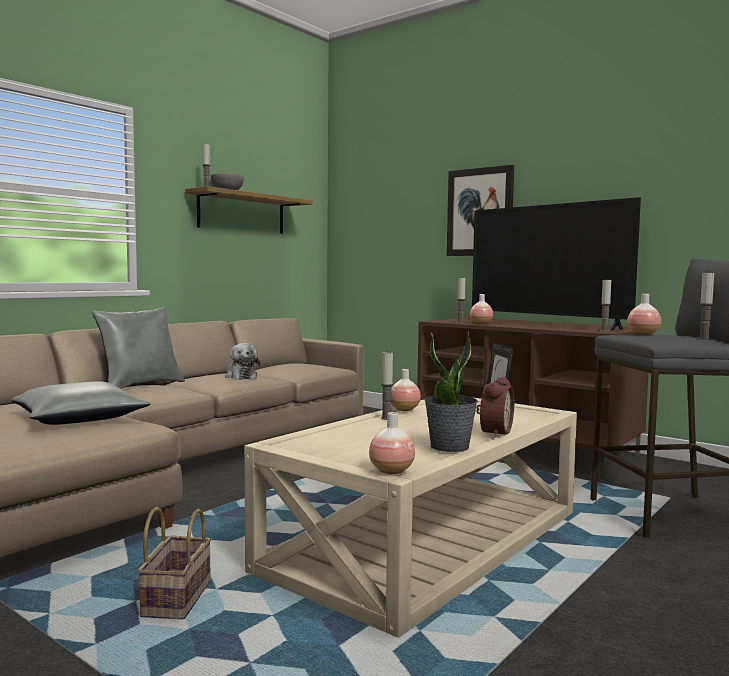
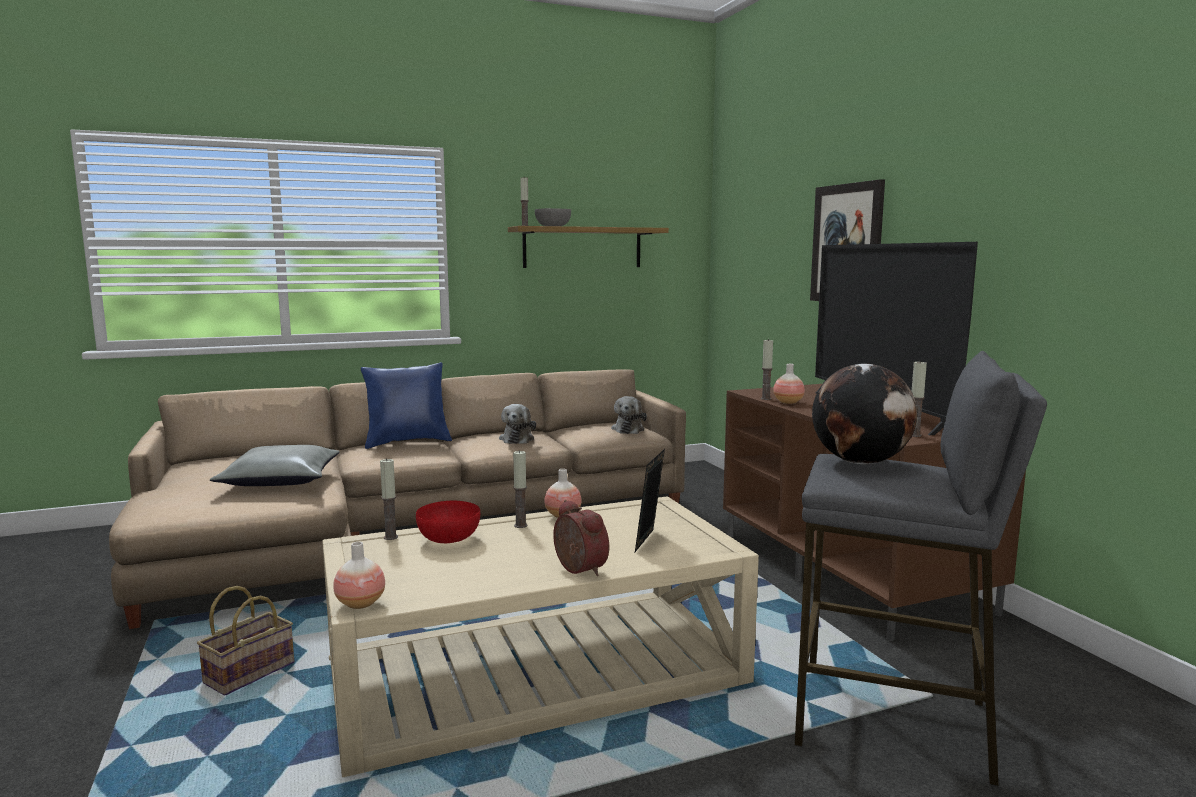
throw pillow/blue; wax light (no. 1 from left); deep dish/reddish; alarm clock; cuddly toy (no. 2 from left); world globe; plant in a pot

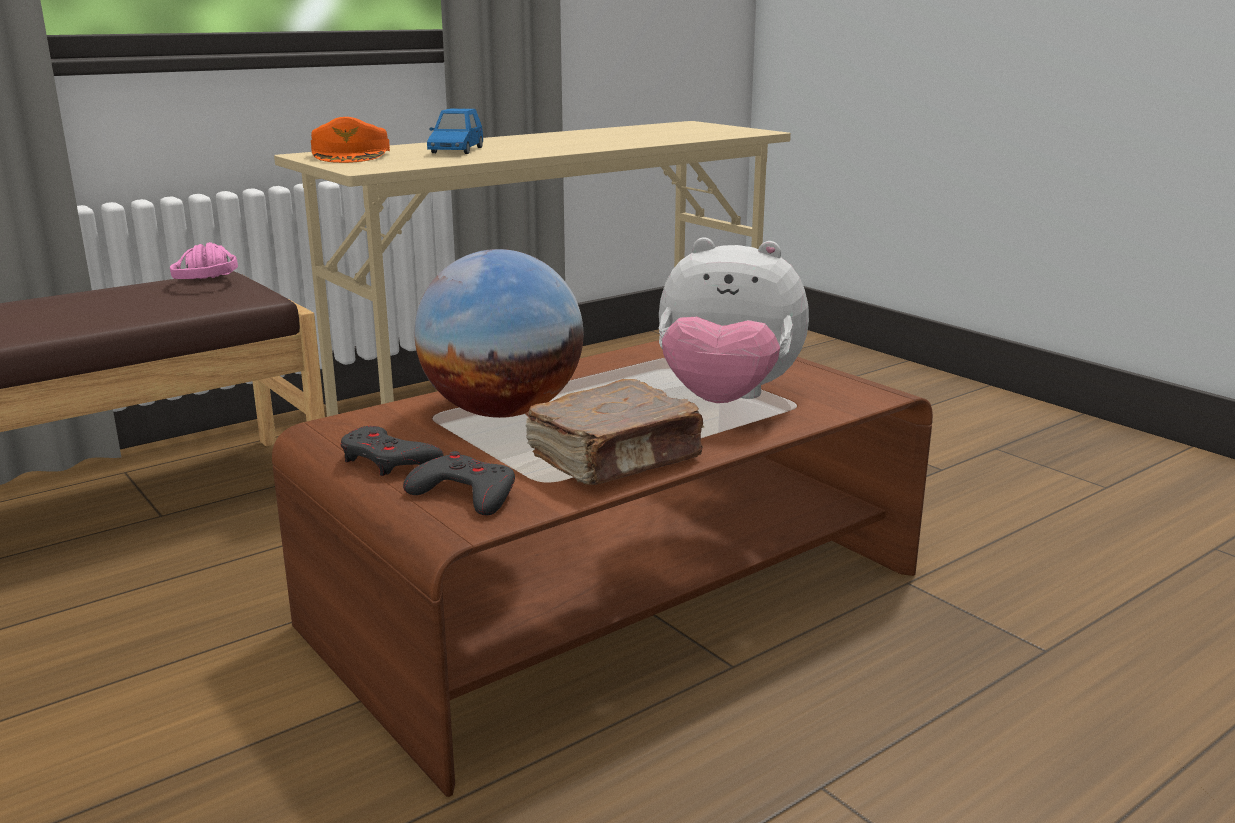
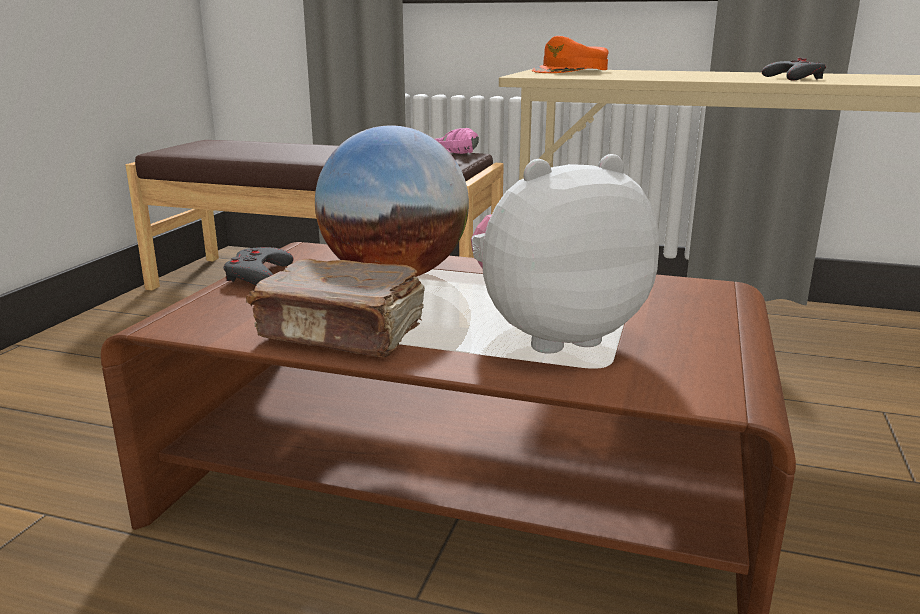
cuddly toy; game controller/gray (no. 2 from left); model car/blue

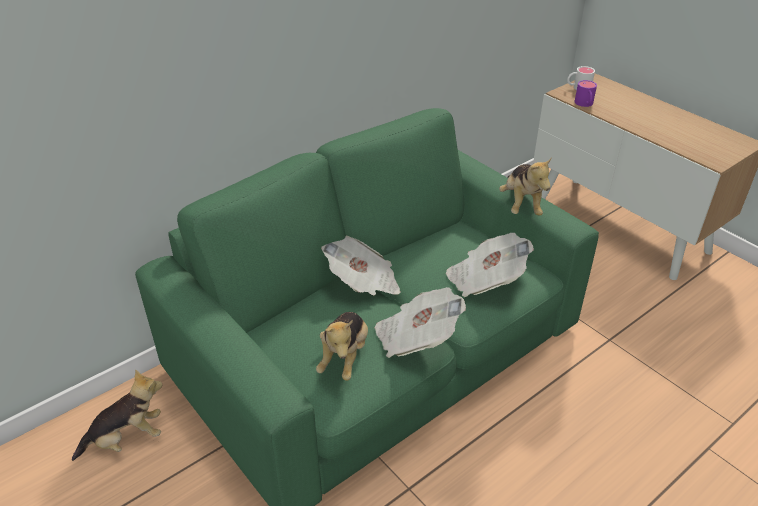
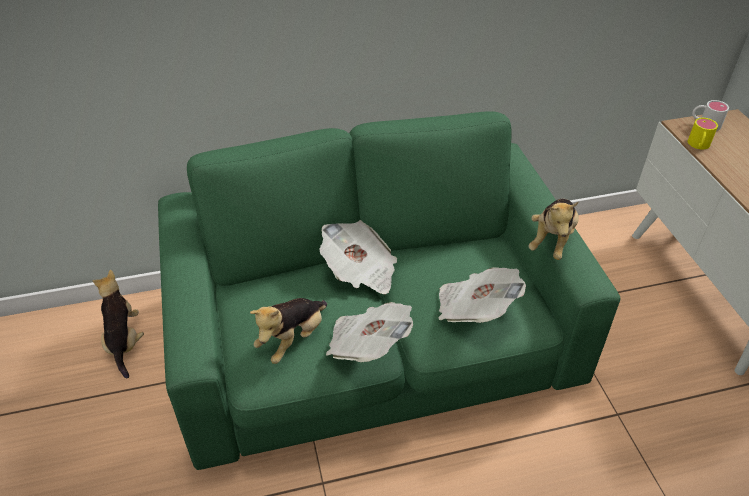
cuddly toy (no. 1 from left); coffee mug/yellow-coloured

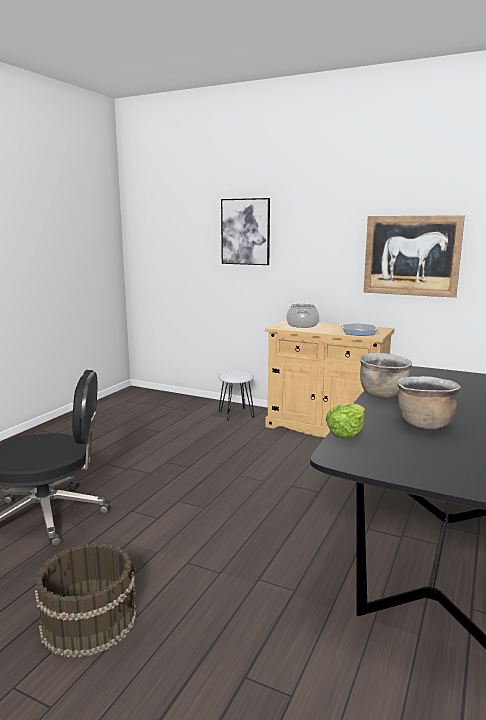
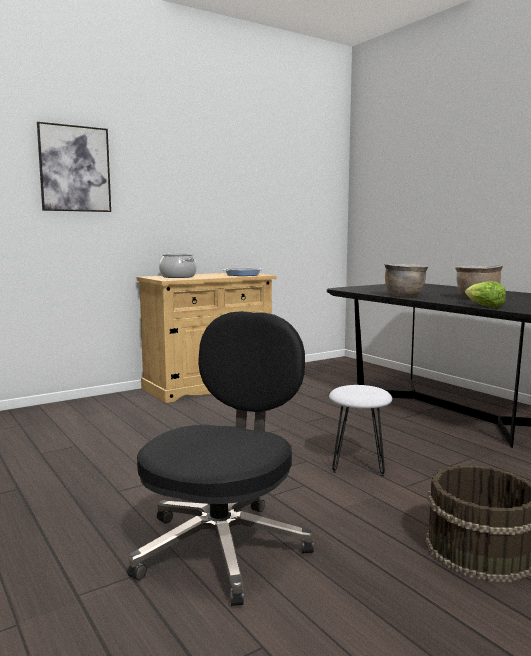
sitting stool/white; wall picture (no. 2 from left in the first image)

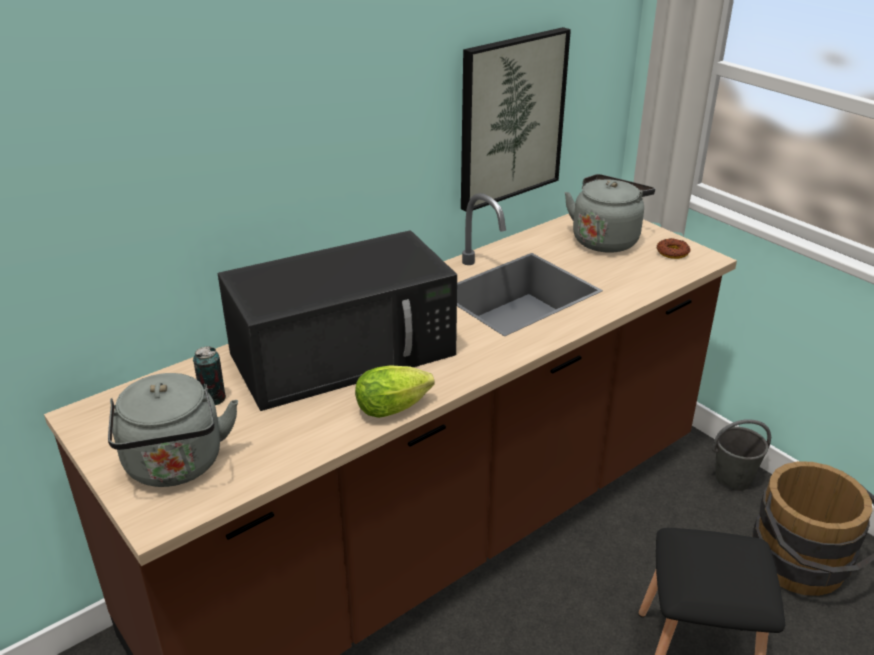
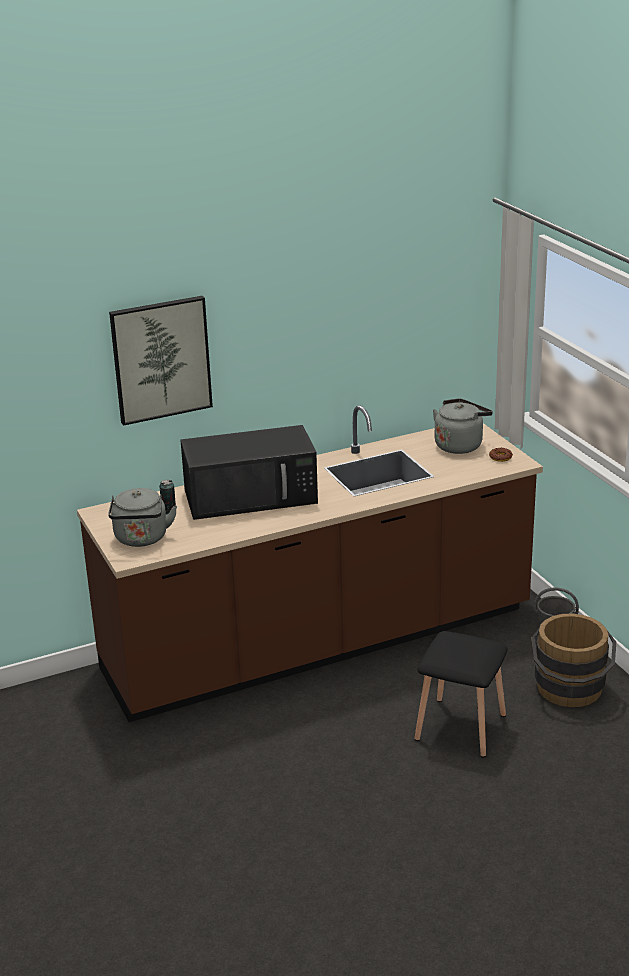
wall picture; lettuce

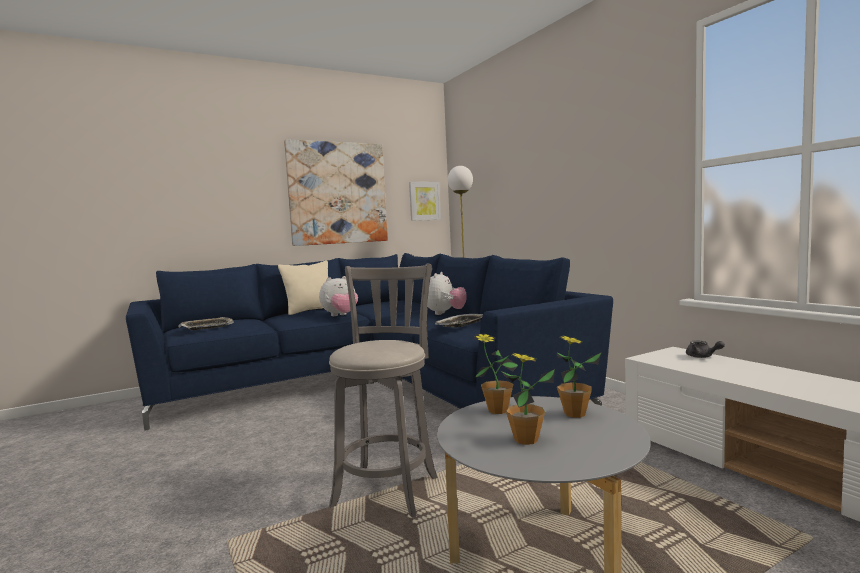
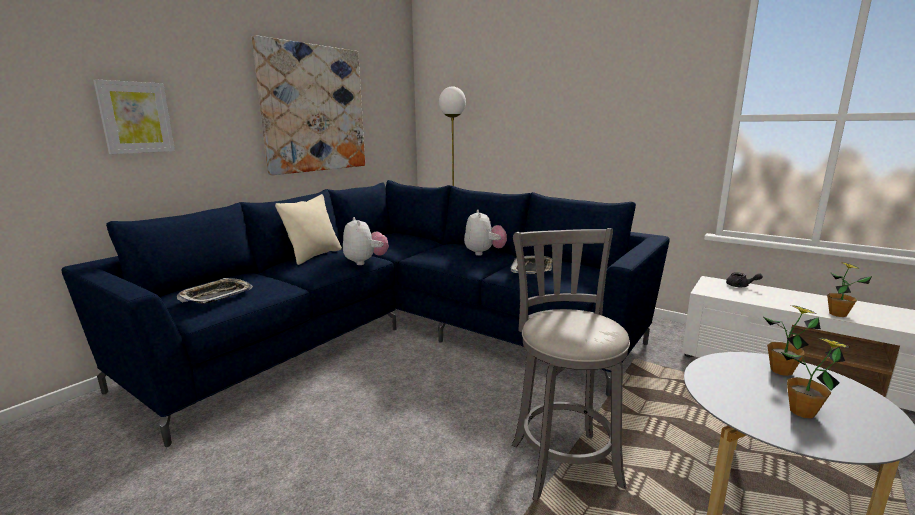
wall picture (no. 1 from left); cuddly toy (no. 1 from left); plant in a pot (no. 3 from left)

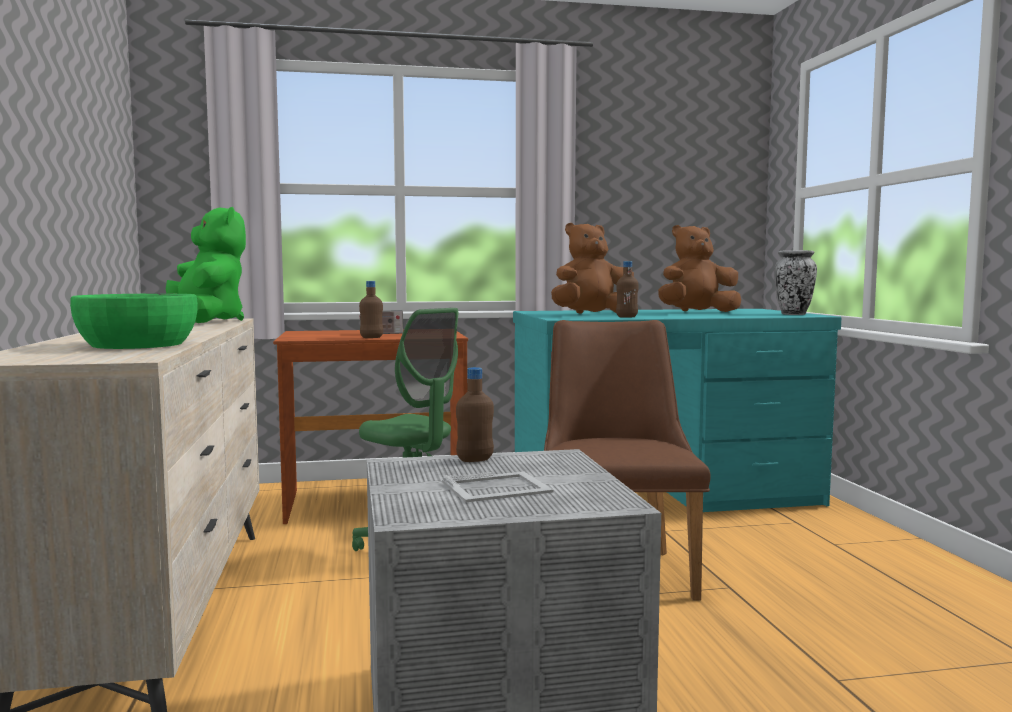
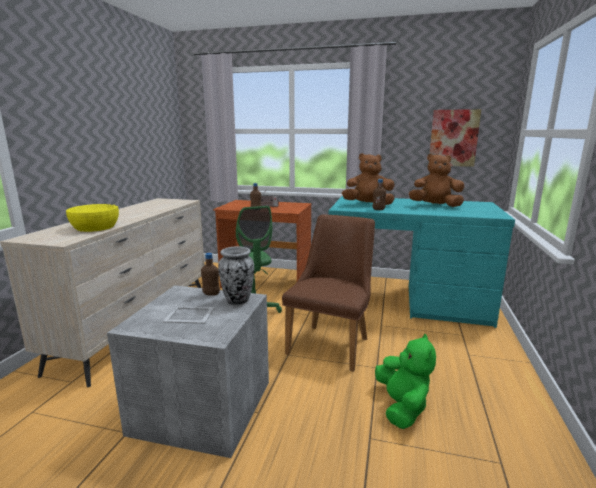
deep dish/yellow-coloured; vase; cuddly toy/green; wall picture

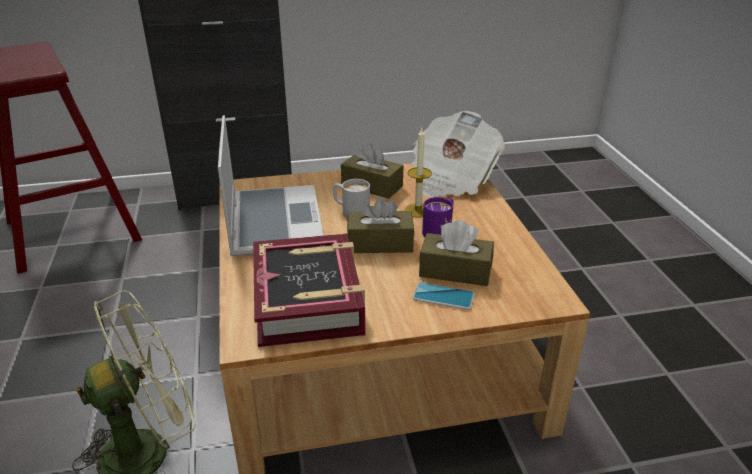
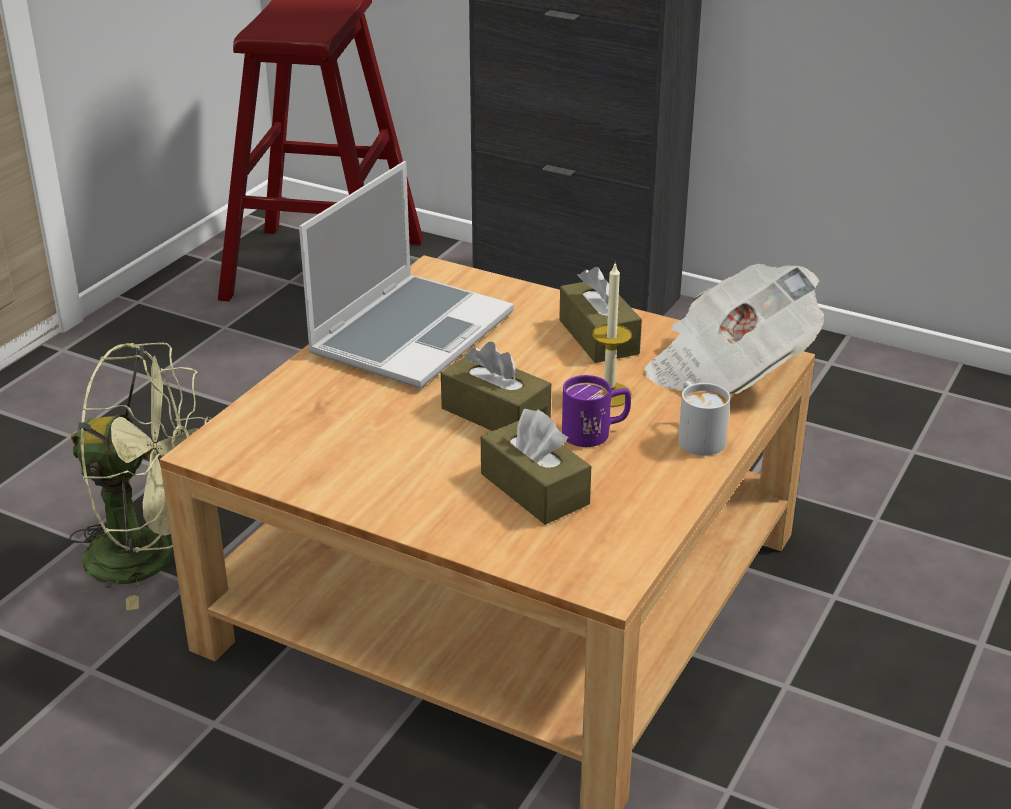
coffee mug/white; bound book; telephone

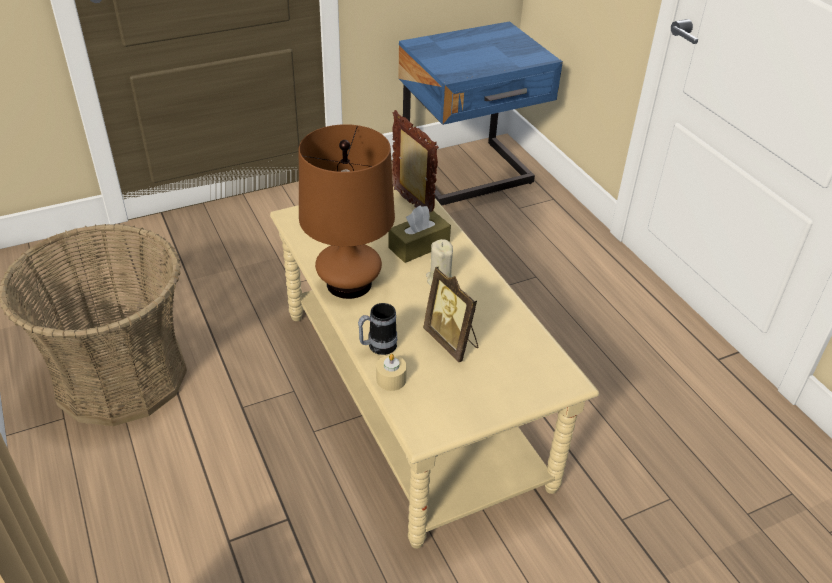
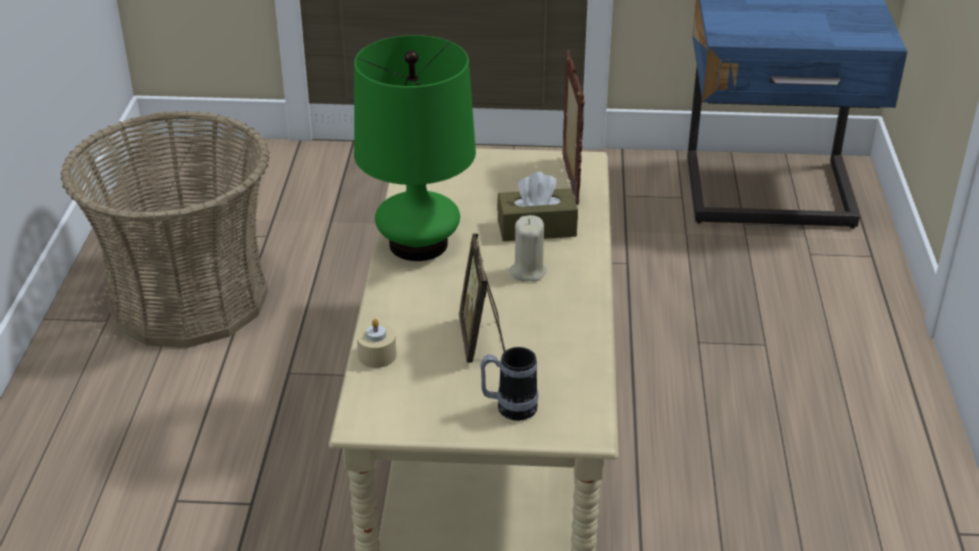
lamp for a table/green; coffee mug

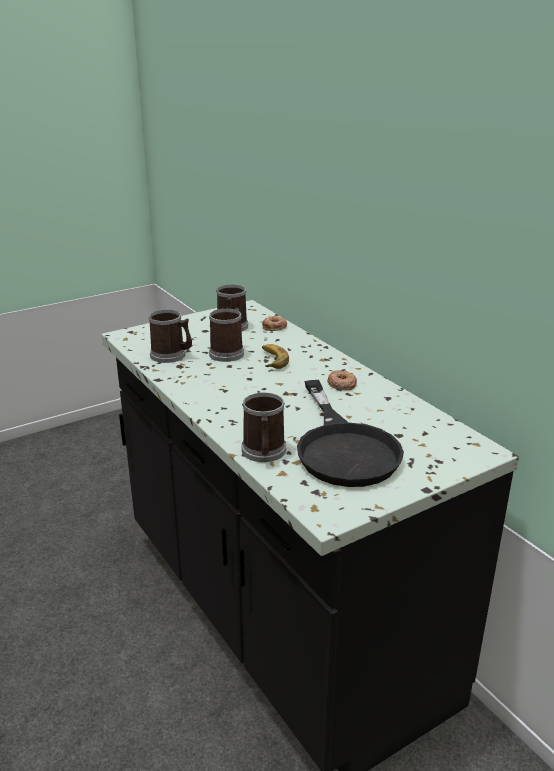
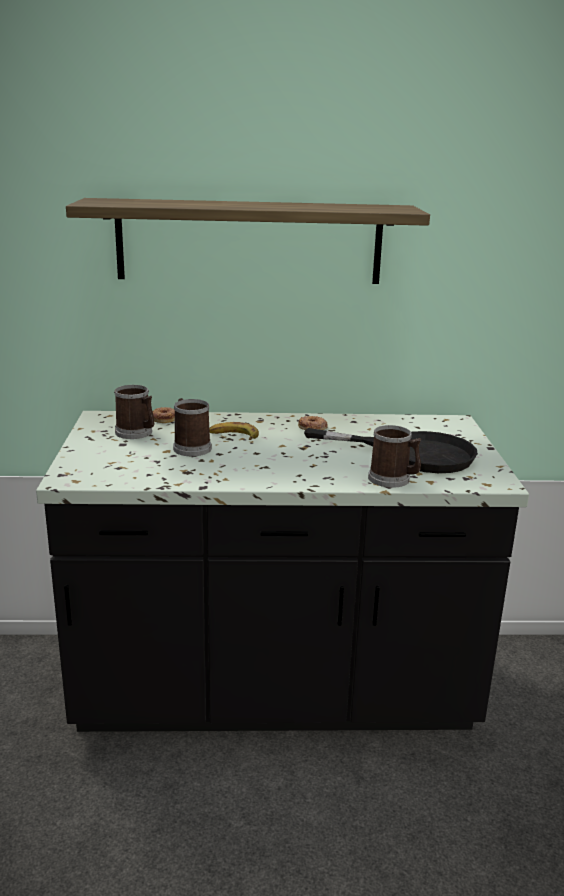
shelf; coffee mug (no. 1 from left in the first image)

